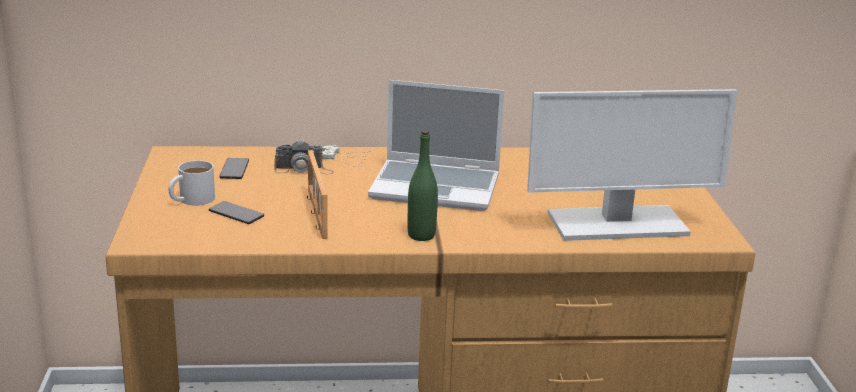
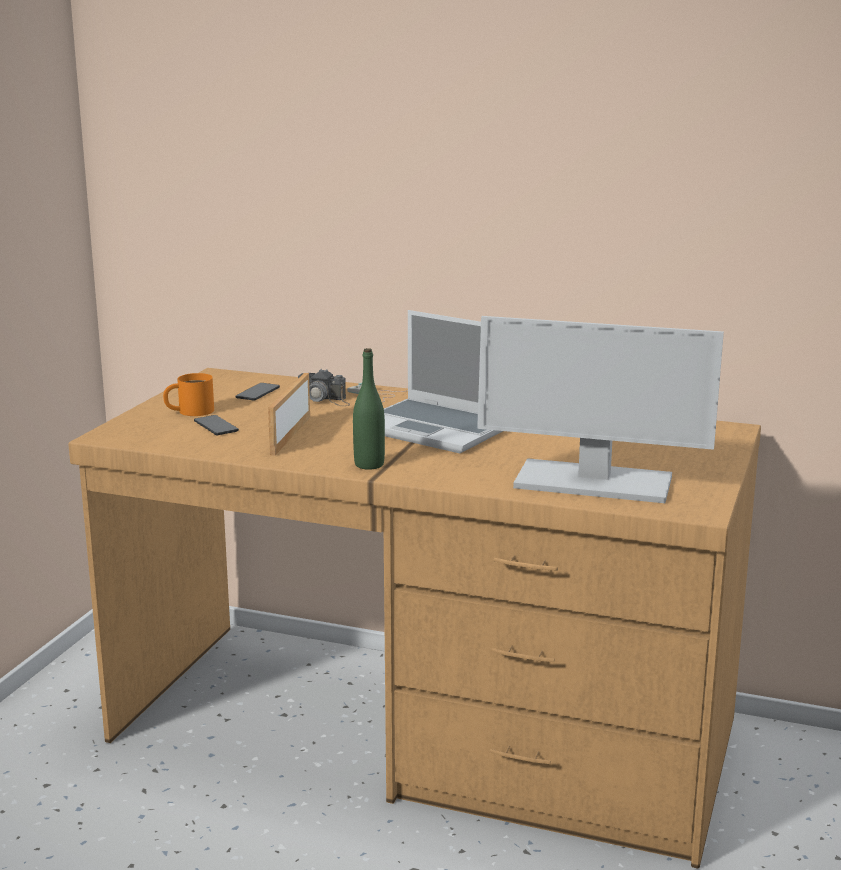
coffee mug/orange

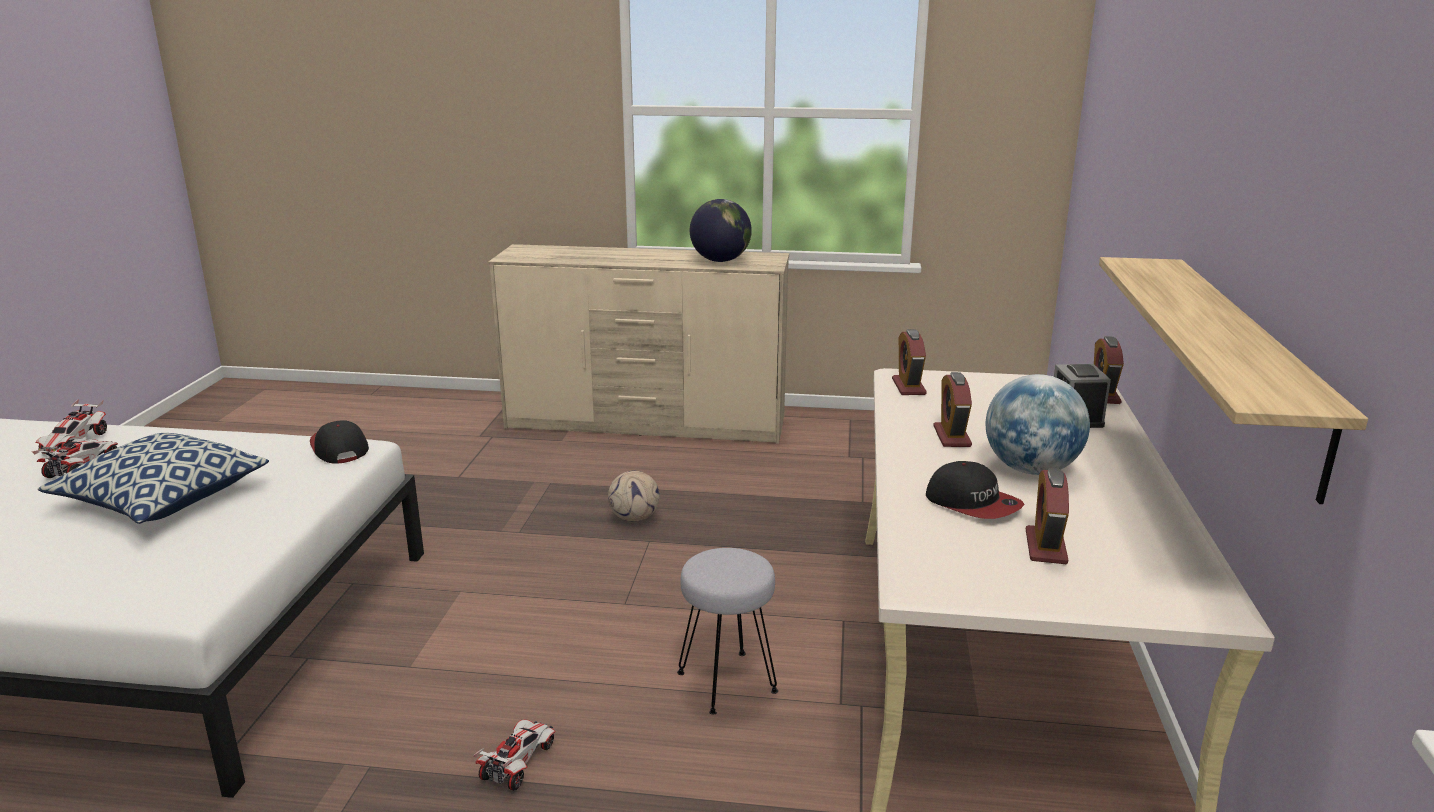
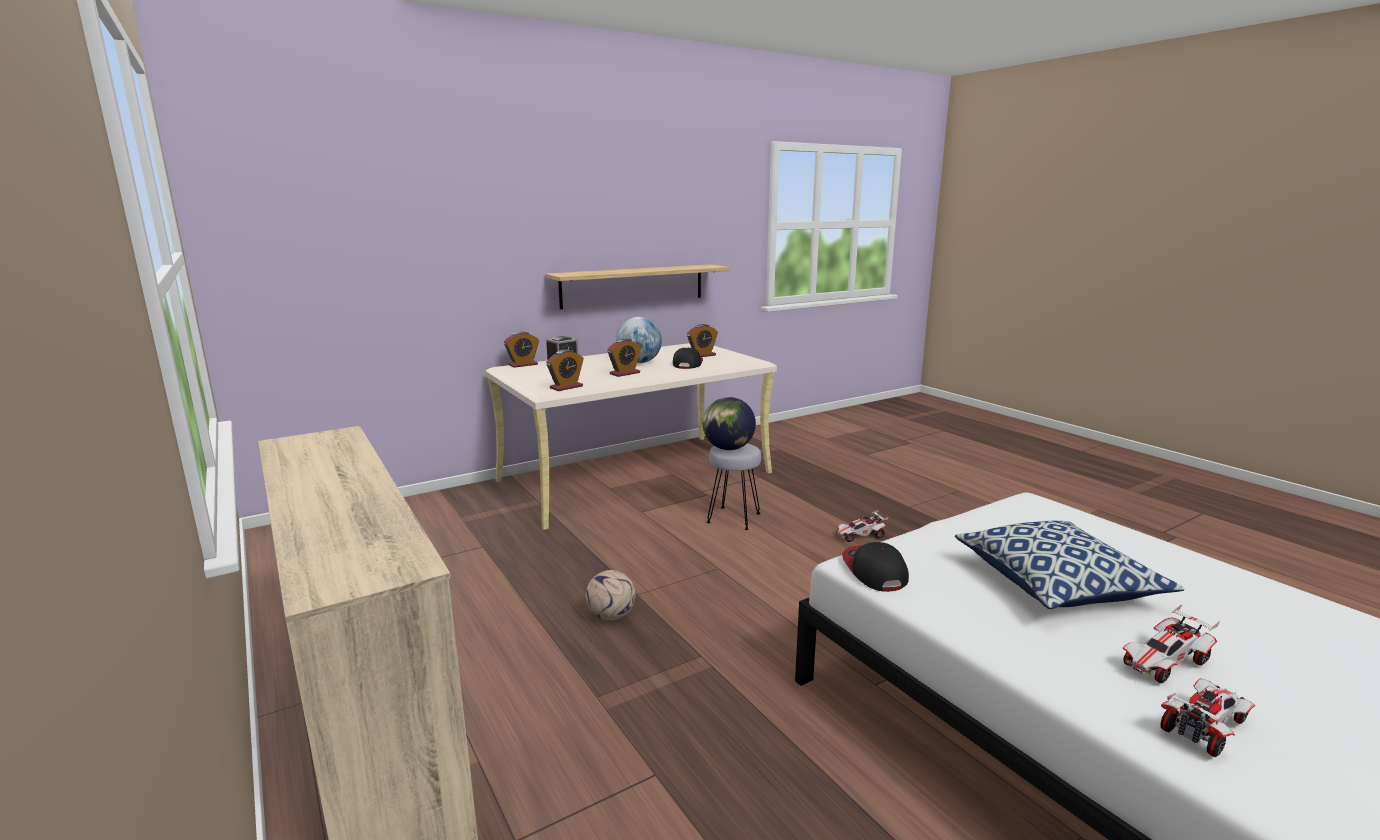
world globe (no. 2 from left); peaked cap (no. 2 from left)

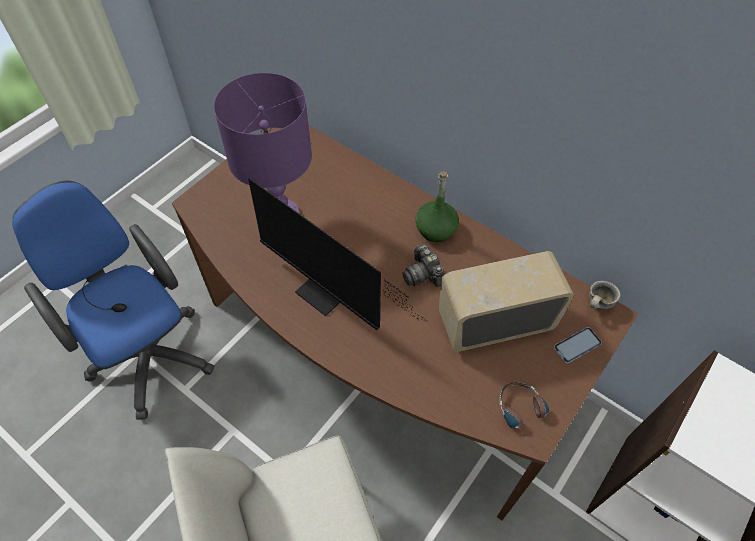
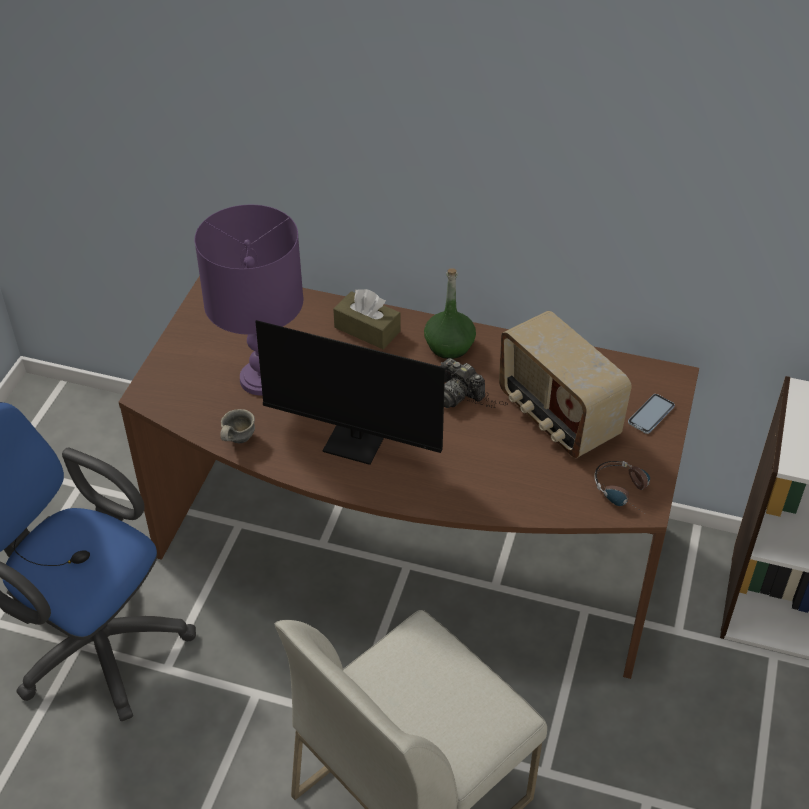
coffee mug/gray; tissue holder/brown; radio set

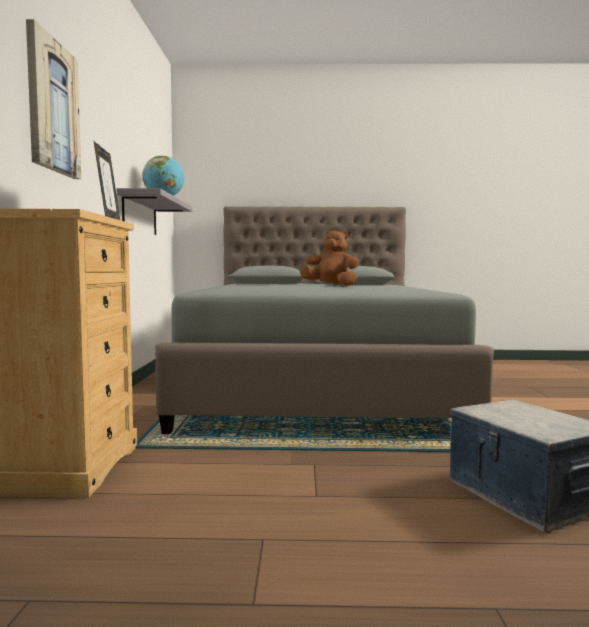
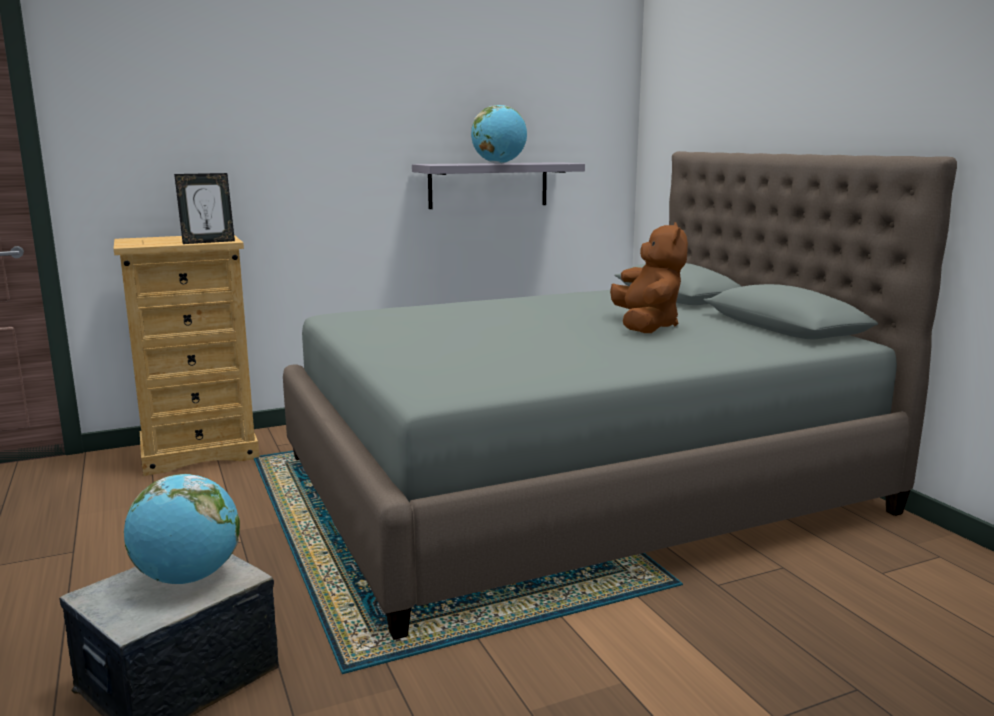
world globe (no. 1 from left); wall picture

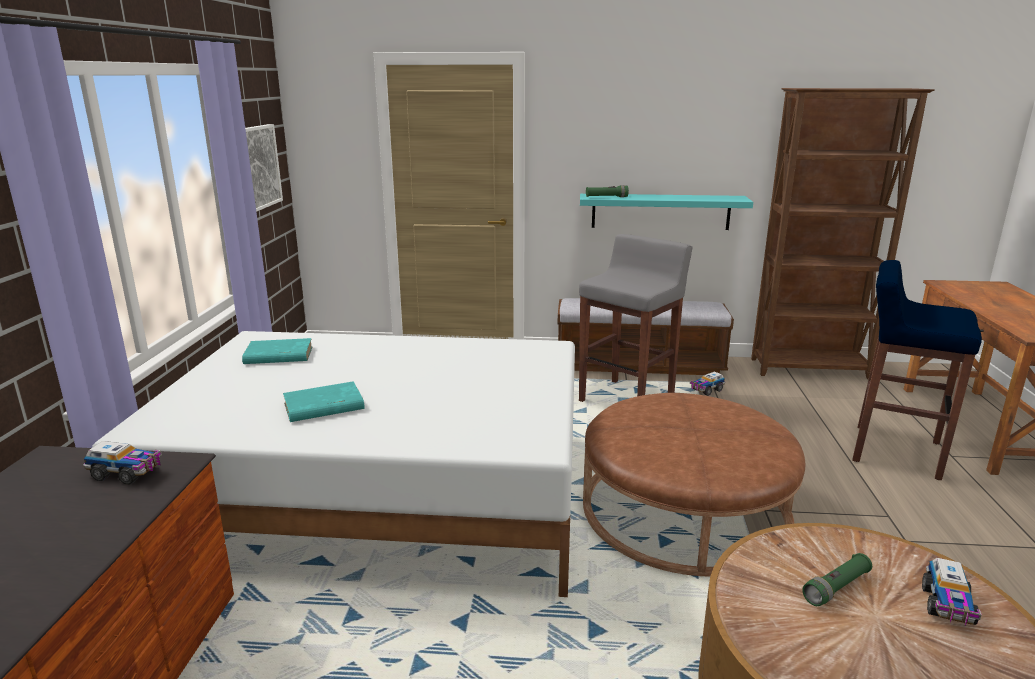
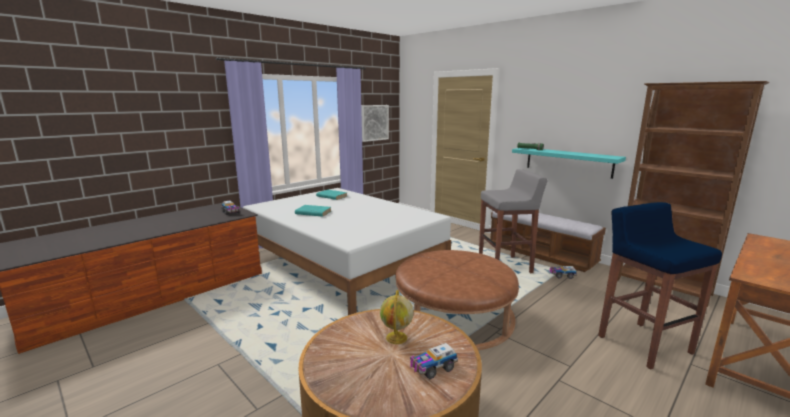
world globe

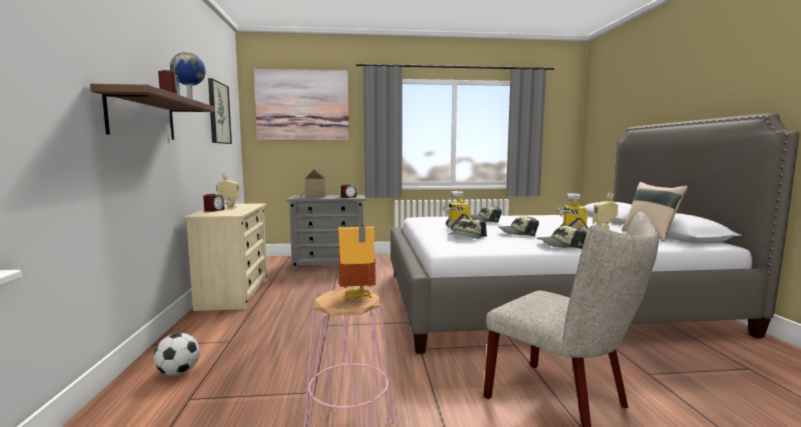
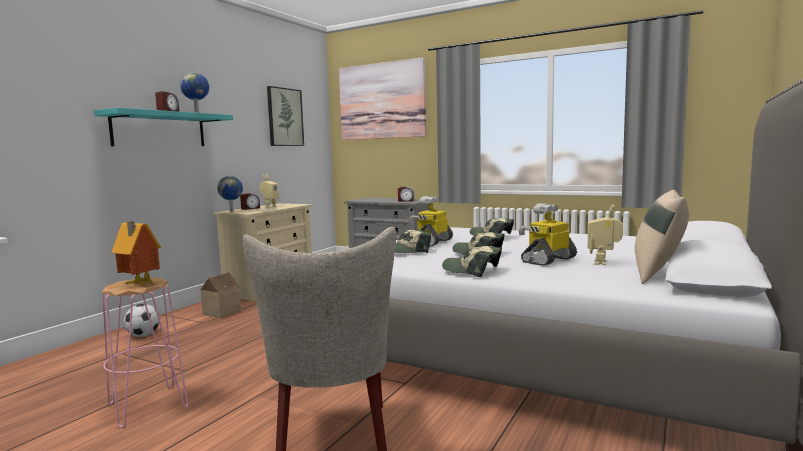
shelf/turquoise; model house (no. 2 from left); world globe (no. 2 from left)

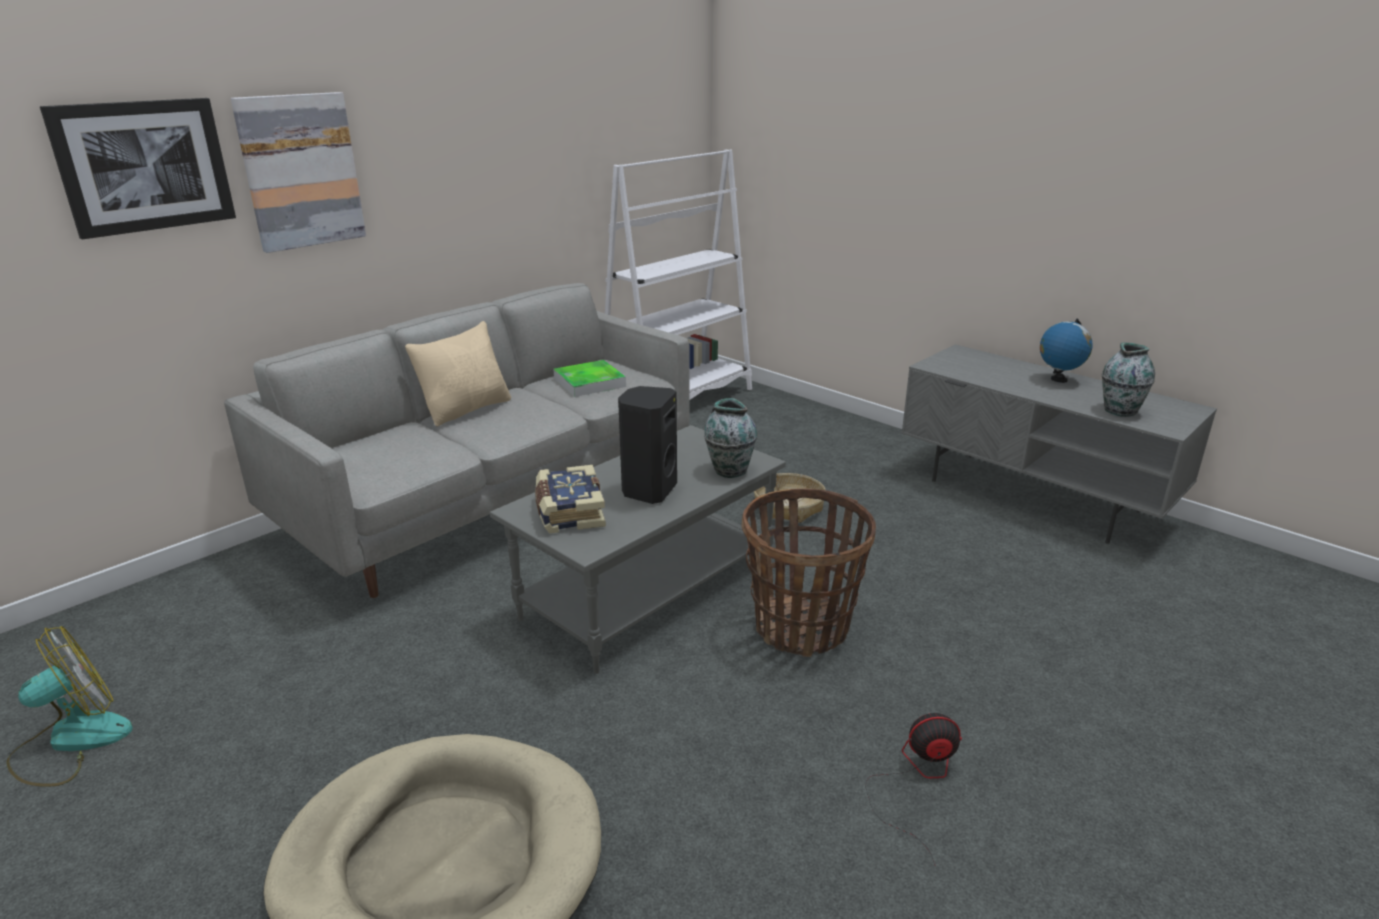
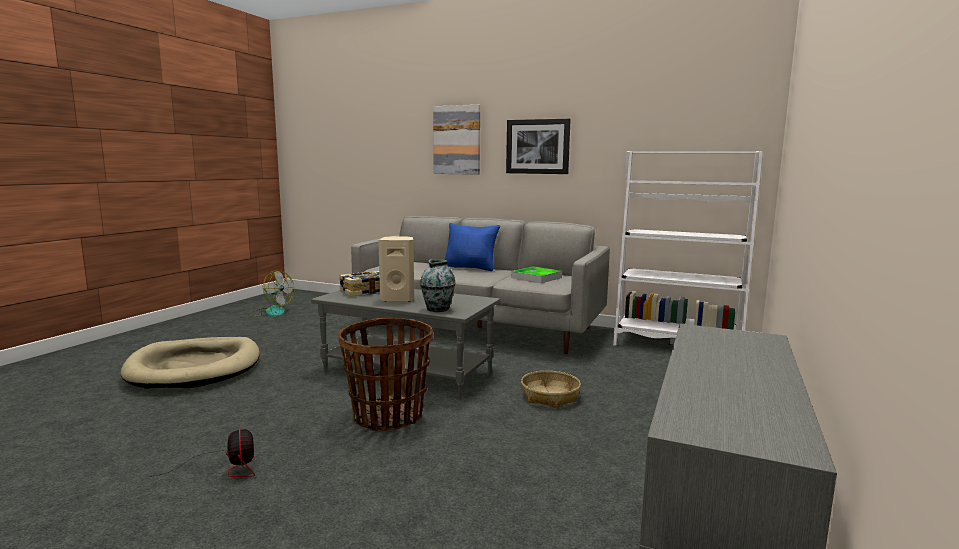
loudspeaker/sand-coloured; throw pillow/blue; wall picture (no. 2 from left); world globe; vase (no. 2 from left in the first image)

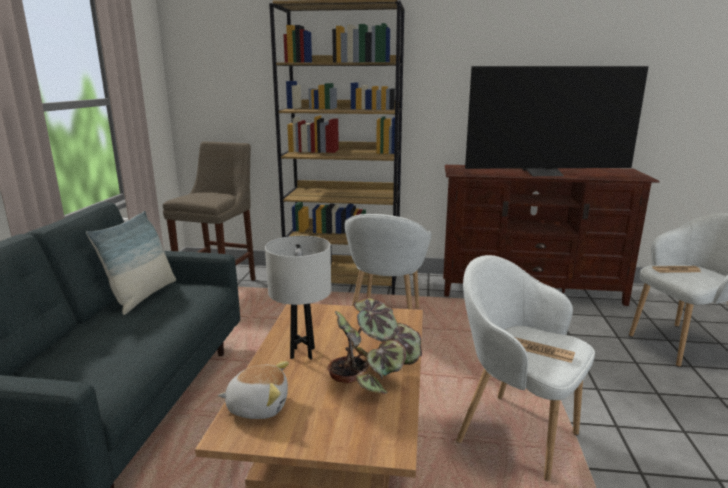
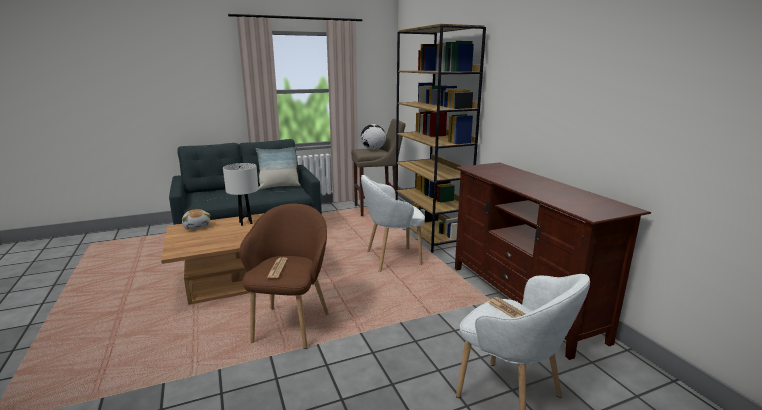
armchair/brown; world globe; plant in a pot; TV

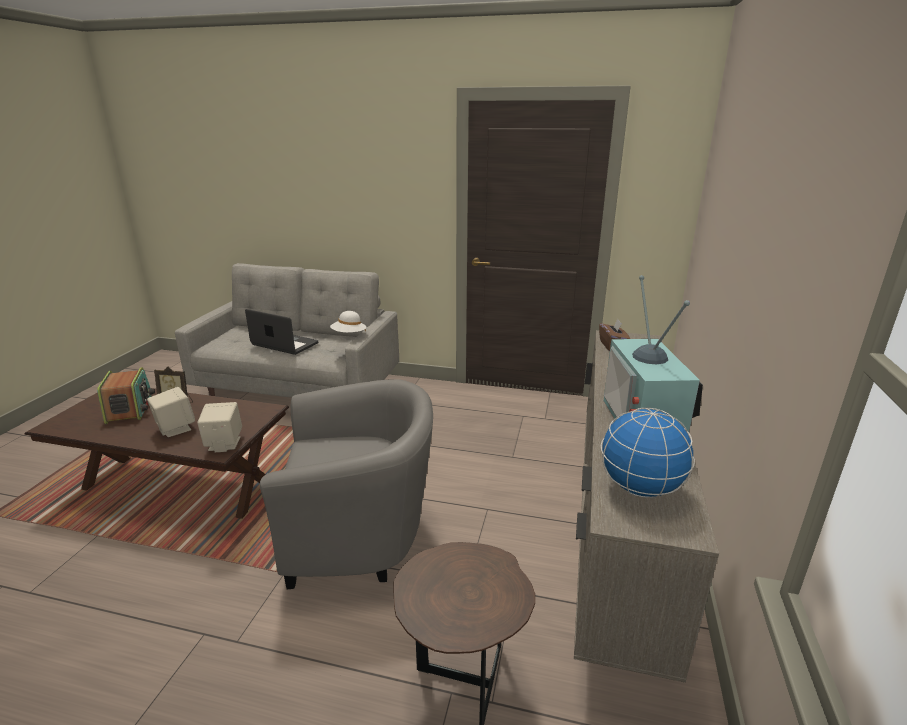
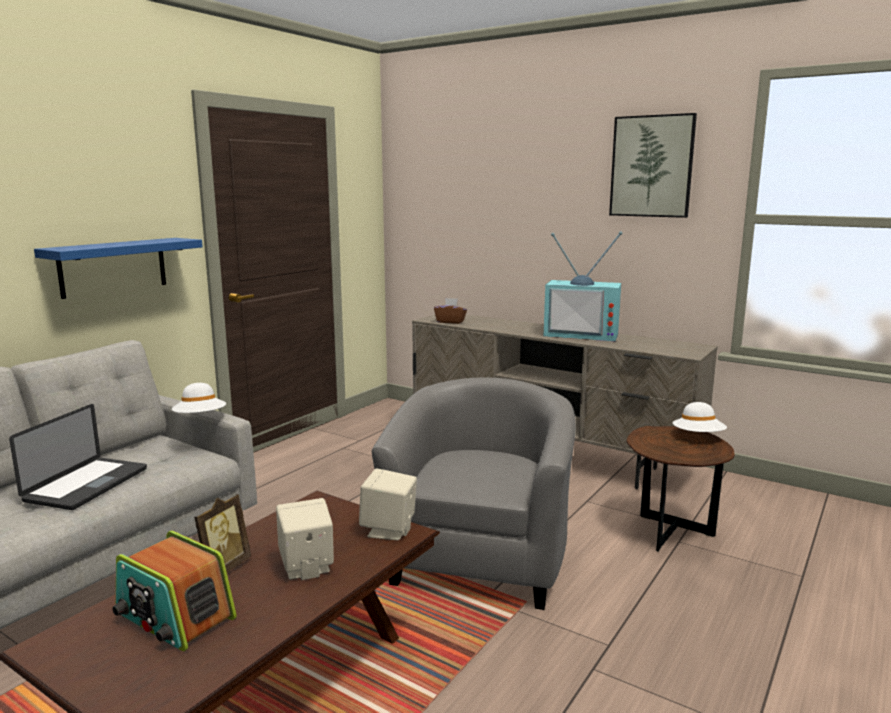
portable computer; shelf/blue; radio set; wall picture; clothing hat/white (no. 2 from left); world globe

